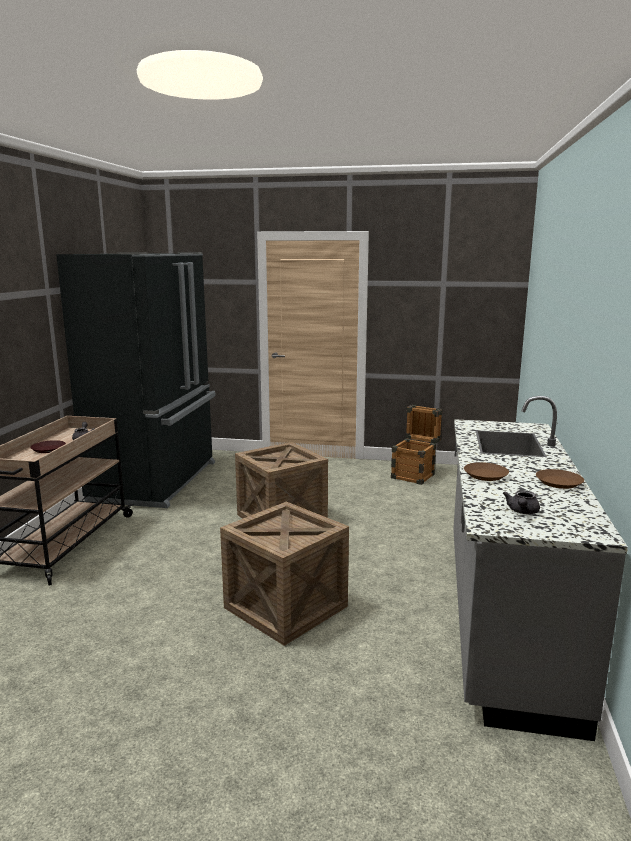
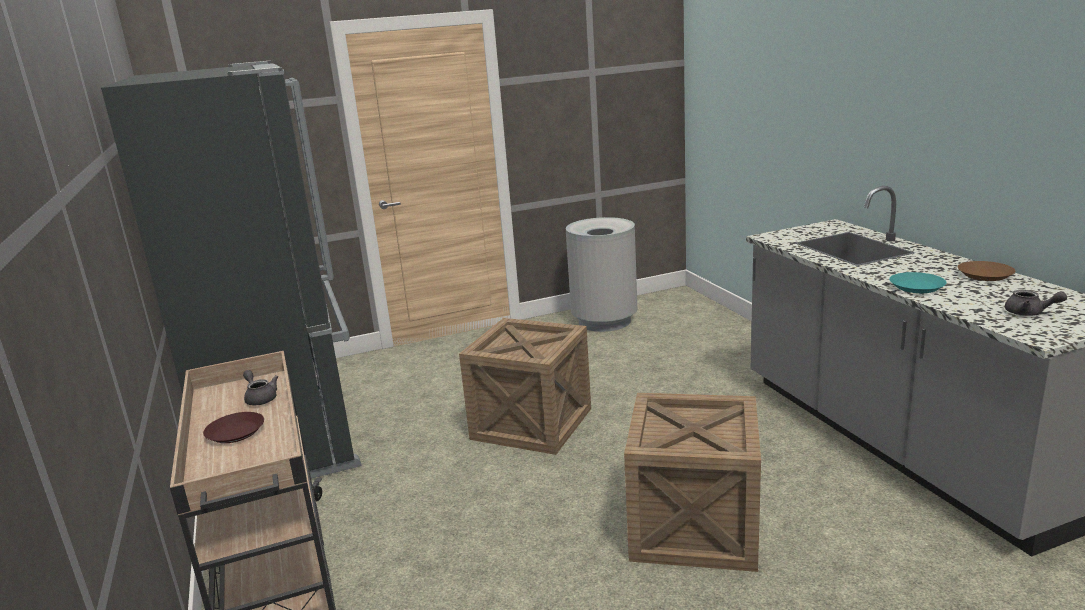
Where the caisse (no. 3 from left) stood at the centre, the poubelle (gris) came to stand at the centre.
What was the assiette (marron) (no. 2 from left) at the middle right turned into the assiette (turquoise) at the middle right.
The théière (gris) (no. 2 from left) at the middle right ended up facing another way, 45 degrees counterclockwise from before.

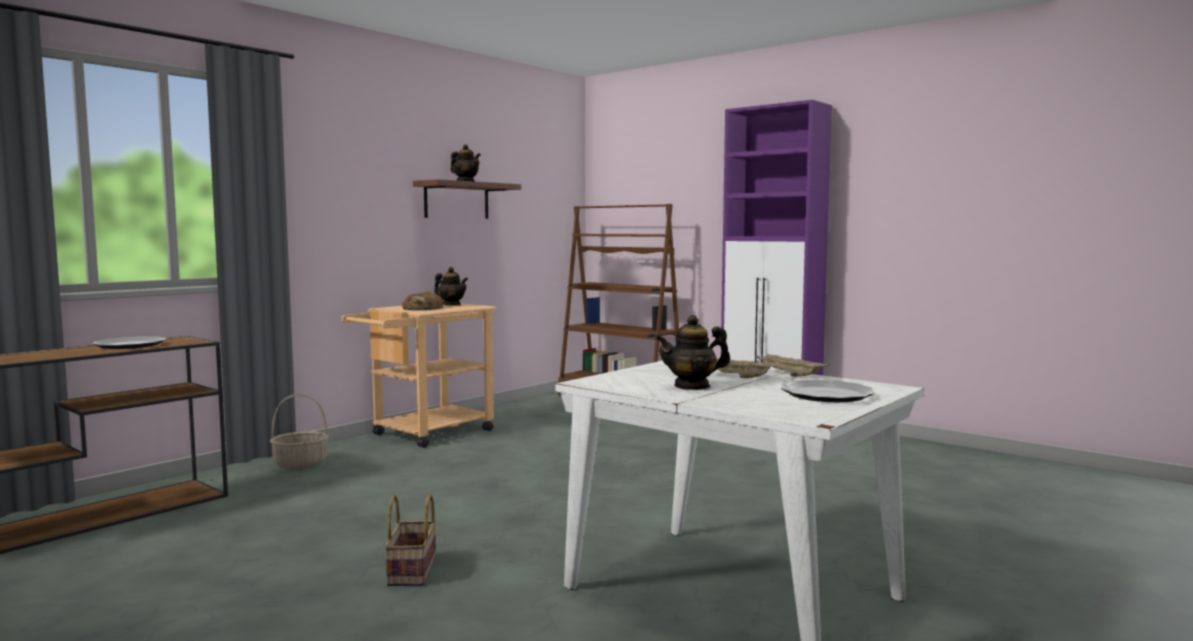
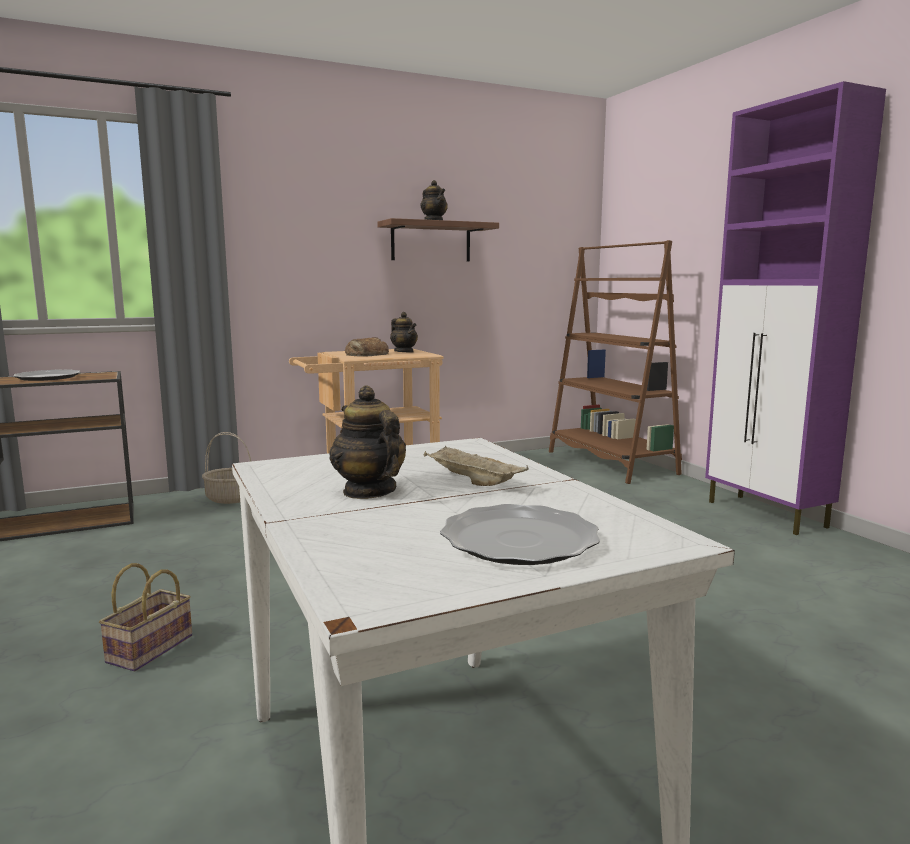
The second view lost the plateau (beige) (no. 2 from left) at the centre.
The théière (no. 3 from left in the first image) at the centre ended up facing another way, 45 degrees clockwise from before.

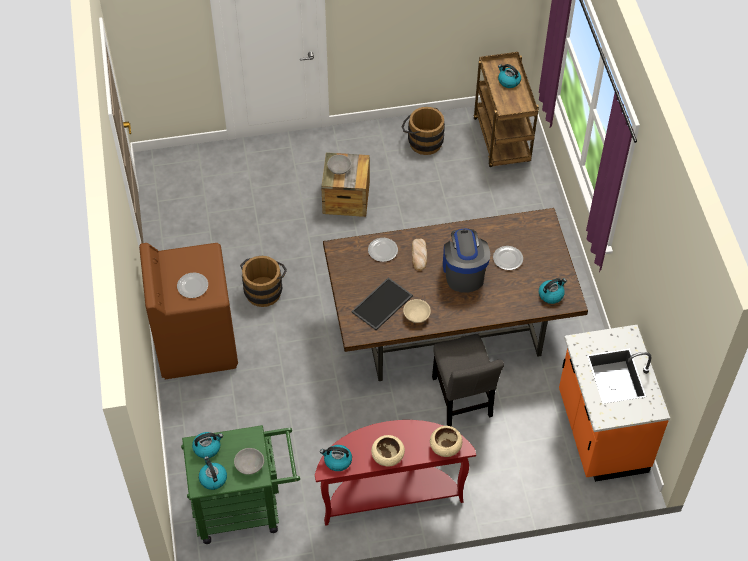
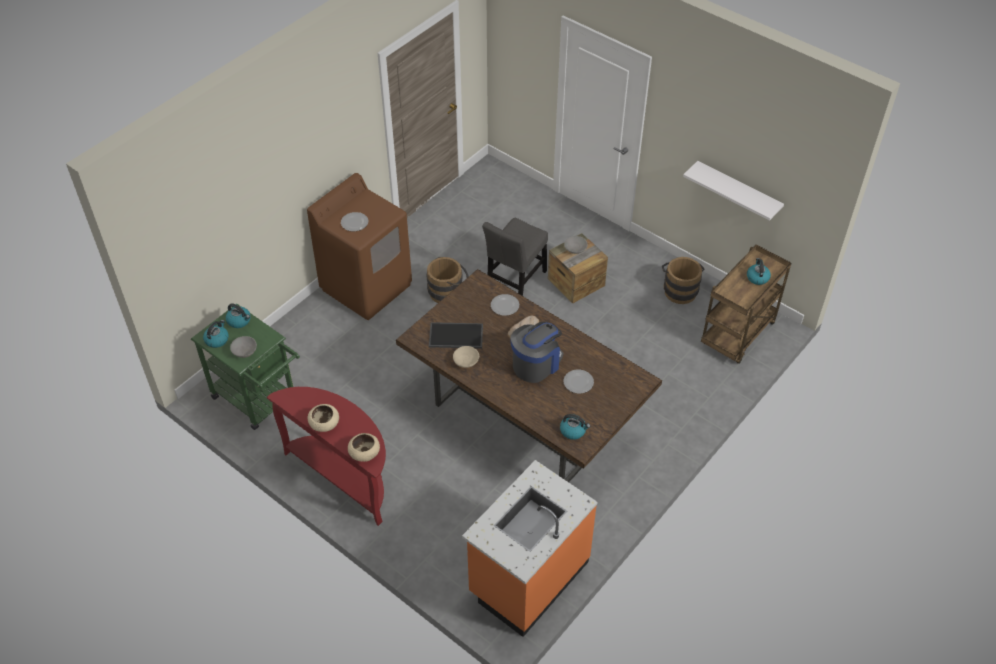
The second view lost the bouilloire (no. 3 from left) at the bottom centre.
The second view gained the étagère (blanc) at the top right.
The chaise (gris) ended up elsewhere, having gone from the bottom centre to the centre.

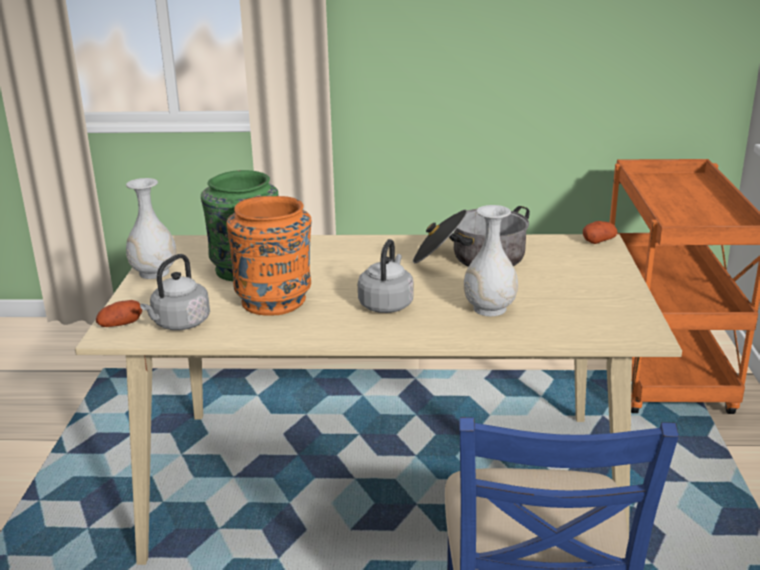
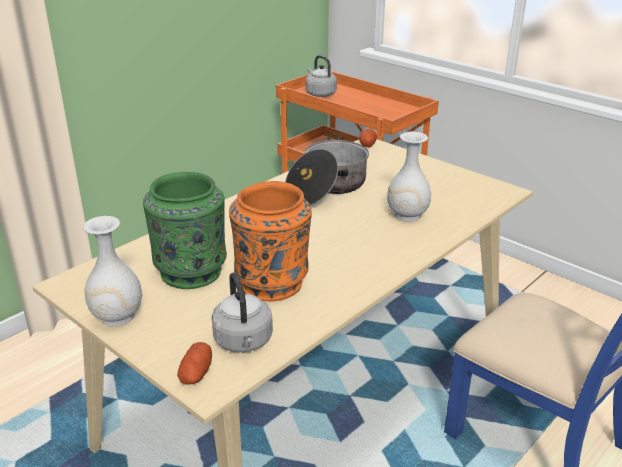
The bouilloire (gris) (no. 2 from left) ended up elsewhere, having gone from the centre to the top centre.

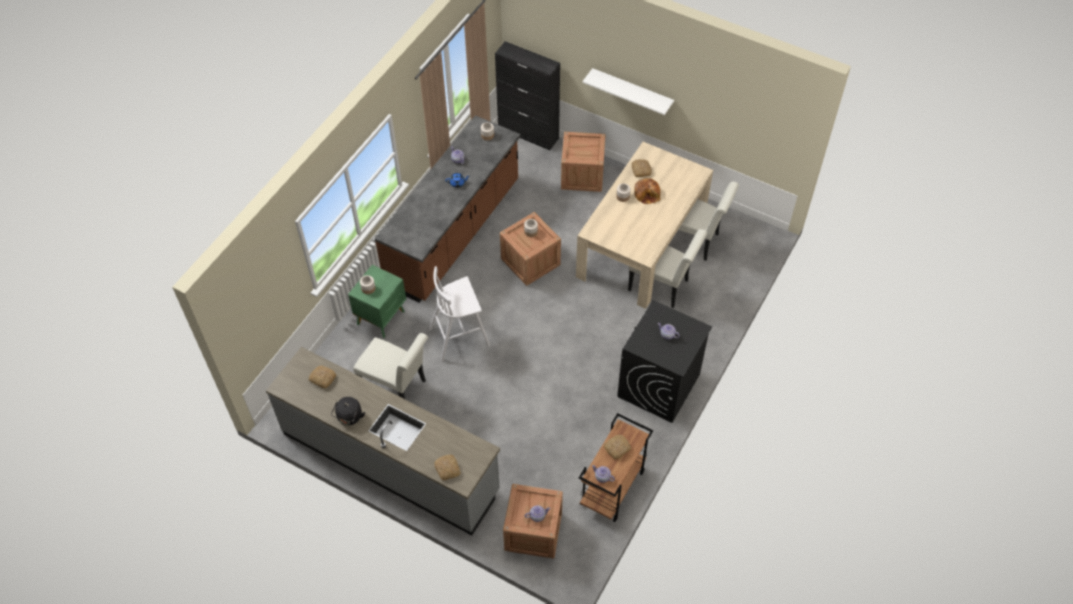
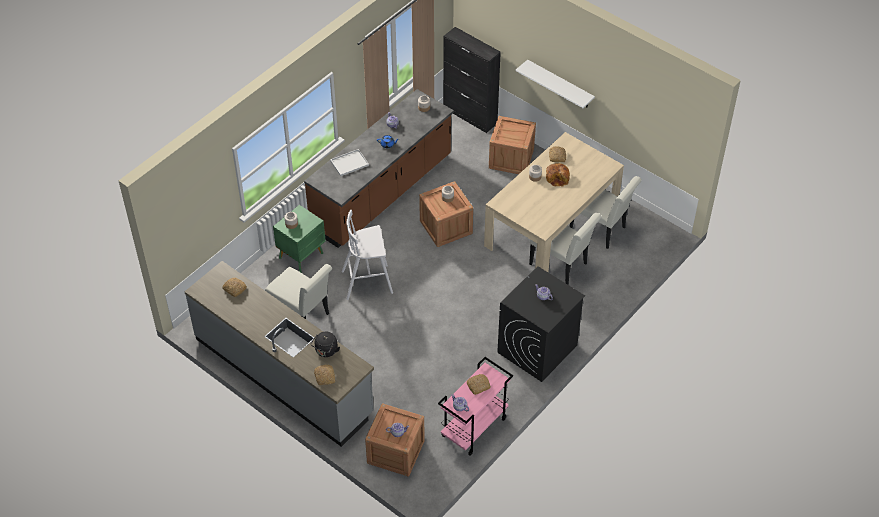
The second view gained the plateau (blanc) at the top centre.
The bouilloire (noir) ended up elsewhere, having gone from the bottom left to the centre.
What was the chariot (marron) at the bottom centre turned into the chariot (rose) at the bottom centre.

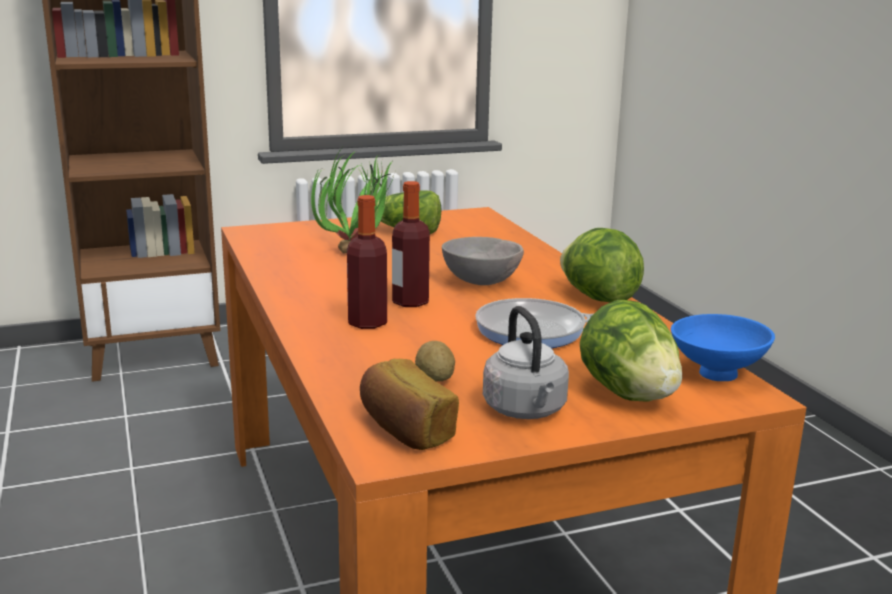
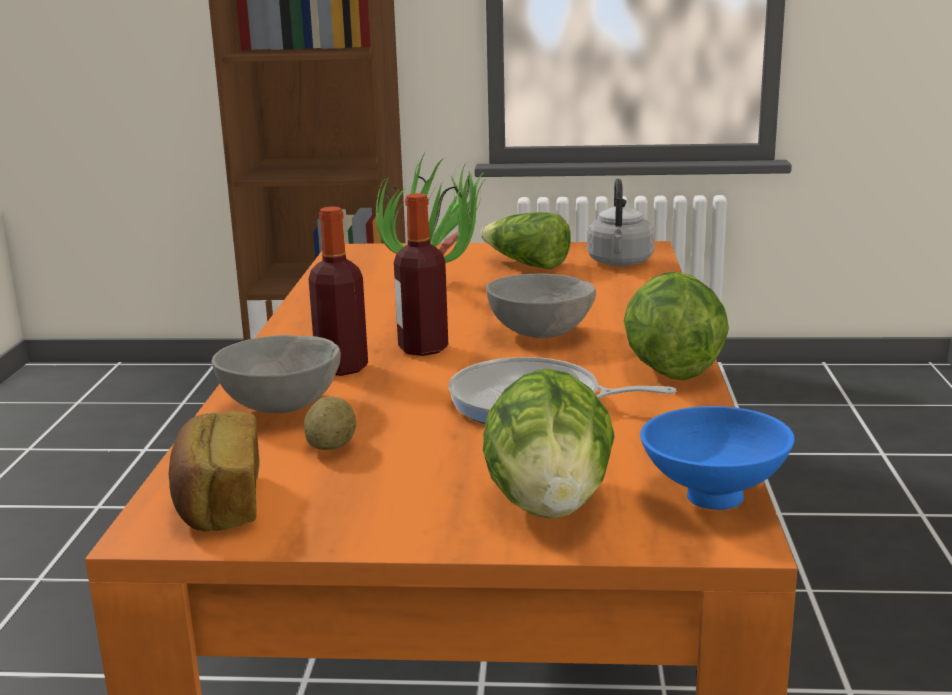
The second view gained the bol (gris) (no. 1 from left) at the middle left.
The bouilloire (gris) ended up elsewhere, having gone from the centre to the top centre.

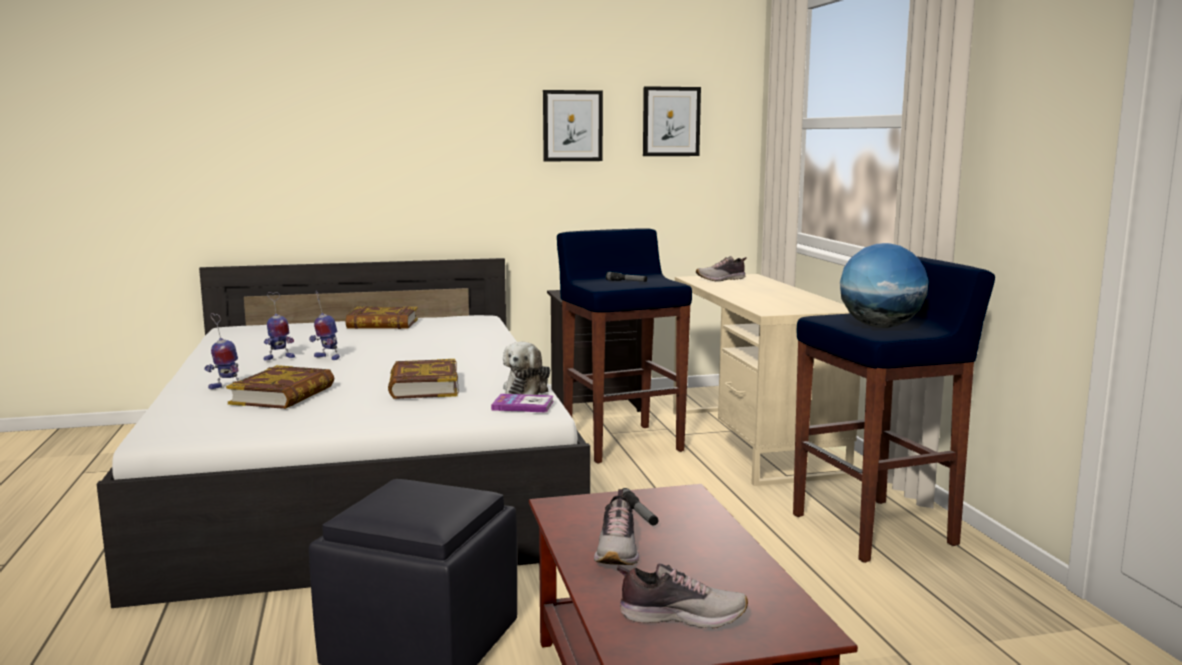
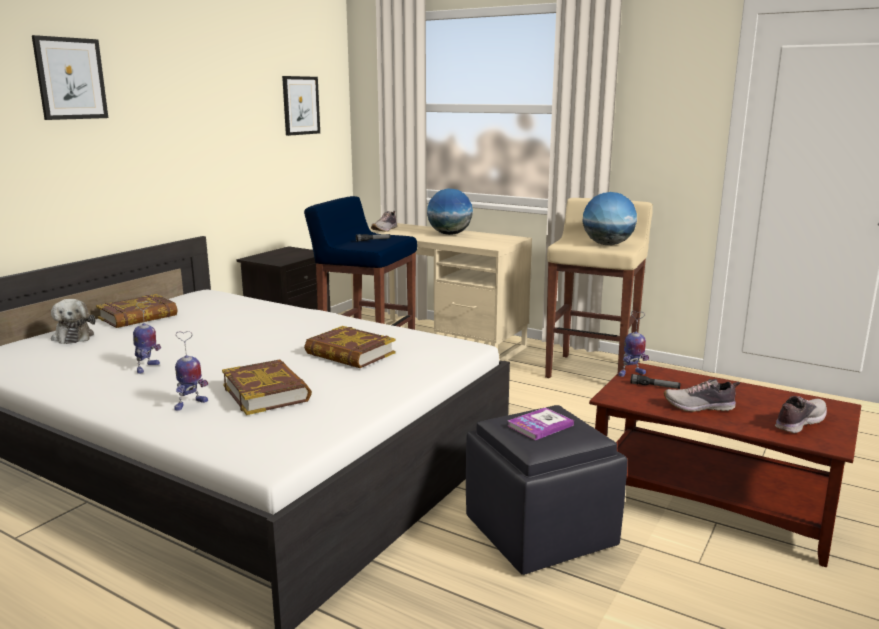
The second view gained the globe (no. 1 from left) at the centre.
The robot jouet (no. 3 from left) ended up elsewhere, having gone from the middle left to the middle right.
The livre (no. 4 from left) ended up elsewhere, having gone from the centre to the bottom centre.
The peluche ended up elsewhere, having gone from the centre to the middle left.
The tableau (no. 1 from left) ended up elsewhere, having gone from the top centre to the top left.
What was the tabouret (bleu) (no. 2 from left) at the middle right turned into the tabouret (beige) at the middle right.
The chaussure (no. 1 from left in the first image) at the bottom centre ended up facing another way, 135 degrees clockwise from before.

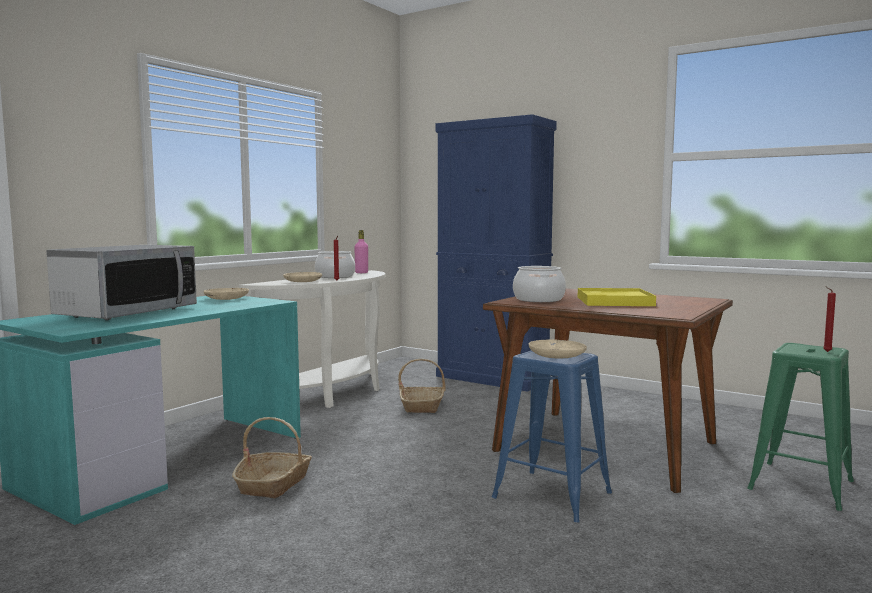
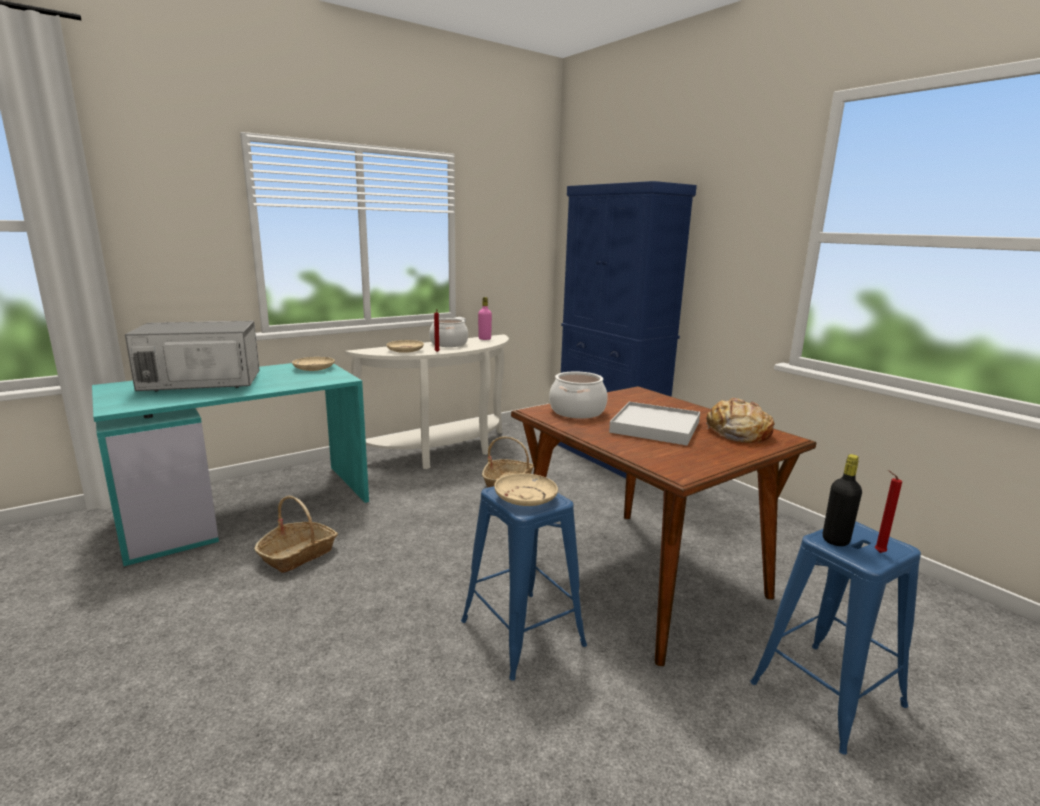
The second view gained the pain at the middle right.
The second view gained the bouteille (noir) at the middle right.
What was the plateau (jaune) at the middle right turned into the plateau (blanc) at the centre.
What was the tabouret (vert) at the bottom right turned into the tabouret (bleu) (no. 2 from left) at the bottom right.
The micro-ondes at the middle left ended up facing another way, 150 degrees counterclockwise from before.

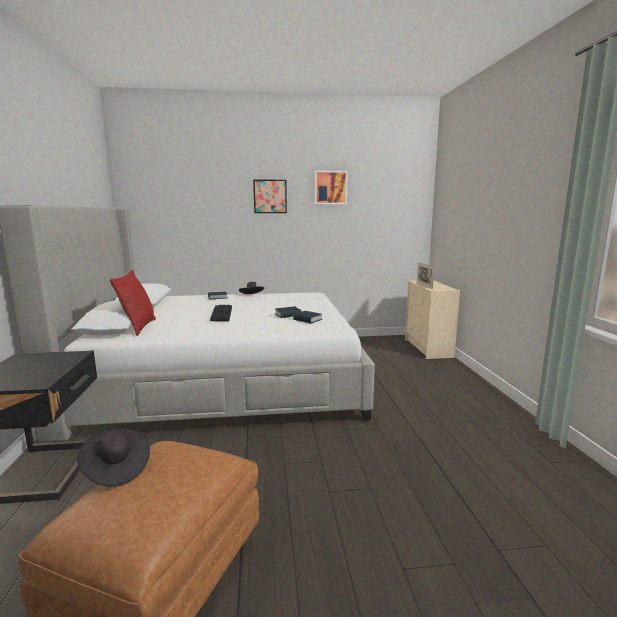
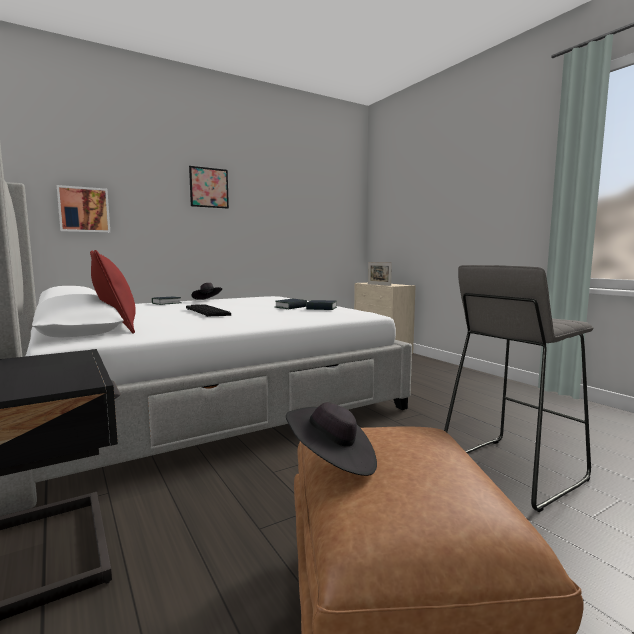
The second view gained the tabouret (gris) at the middle right.
The tableau (no. 2 from left in the first image) ended up elsewhere, having gone from the top centre to the top left.

